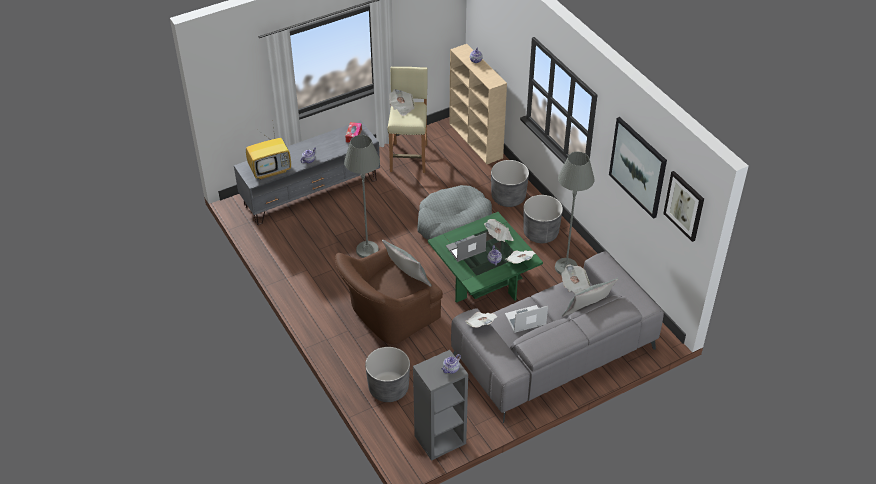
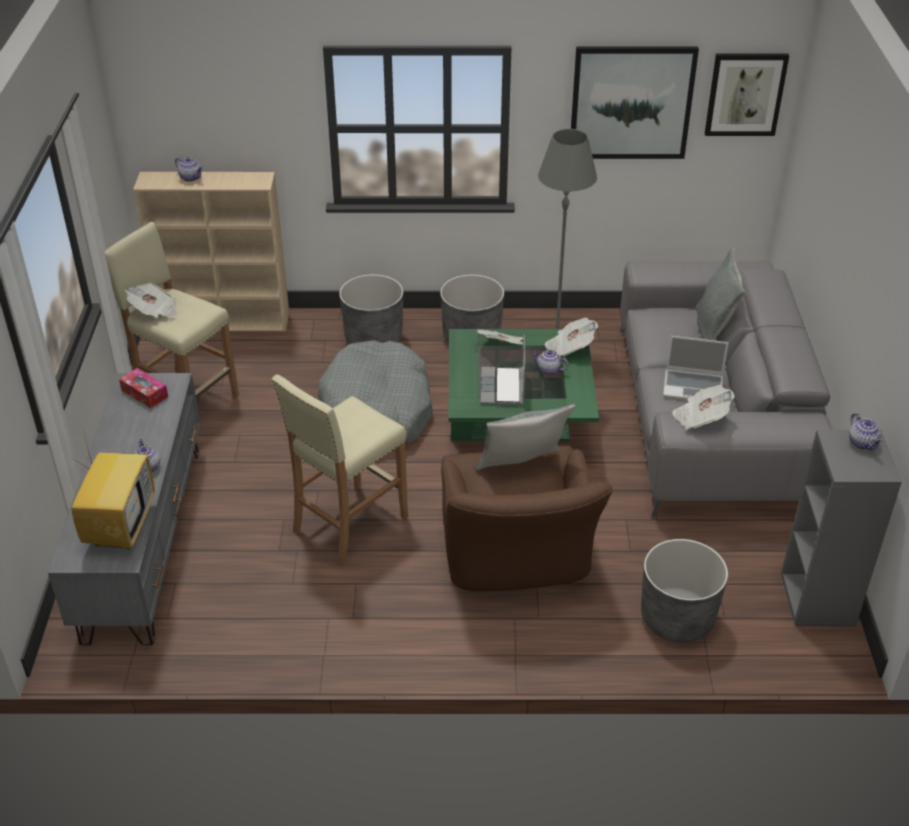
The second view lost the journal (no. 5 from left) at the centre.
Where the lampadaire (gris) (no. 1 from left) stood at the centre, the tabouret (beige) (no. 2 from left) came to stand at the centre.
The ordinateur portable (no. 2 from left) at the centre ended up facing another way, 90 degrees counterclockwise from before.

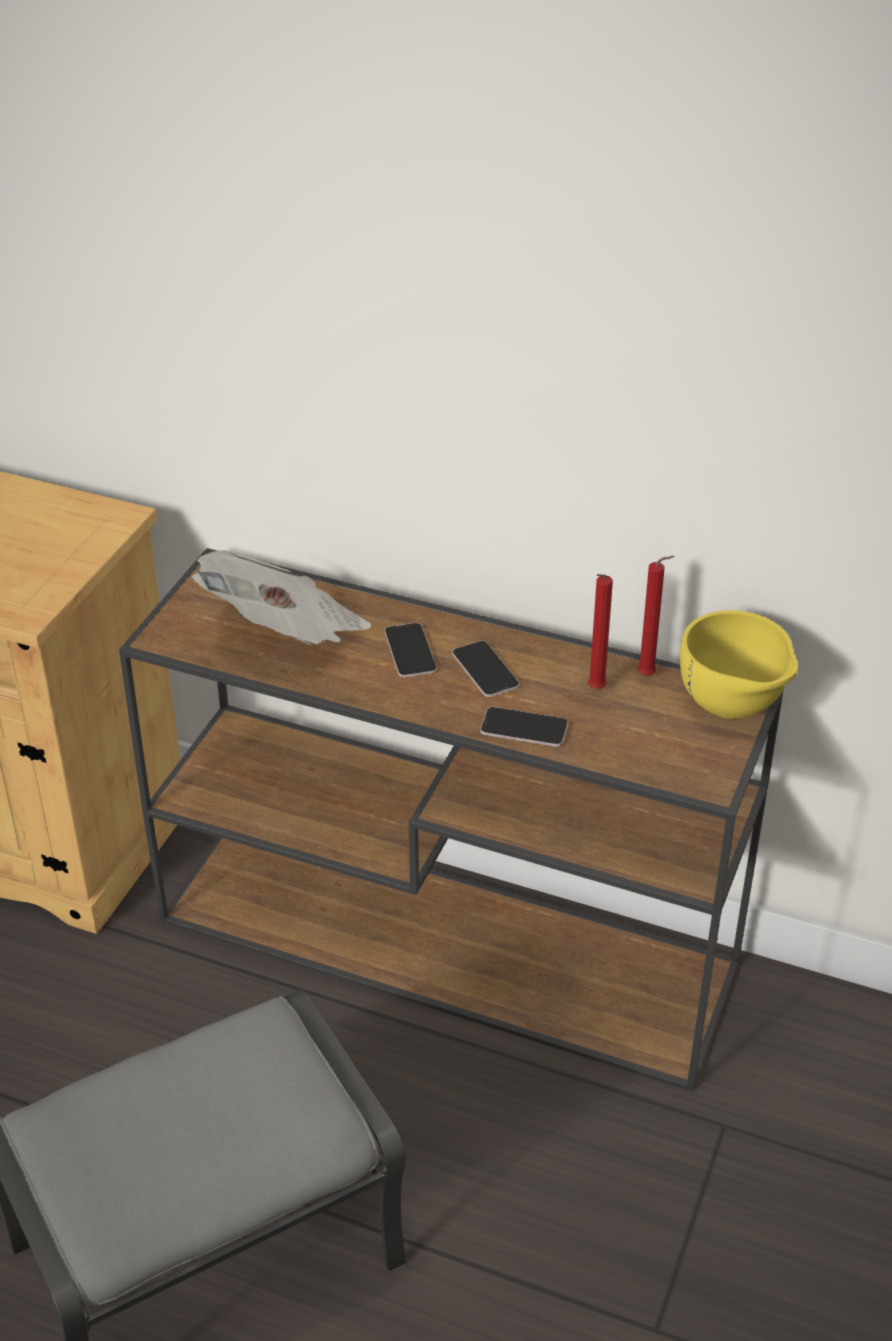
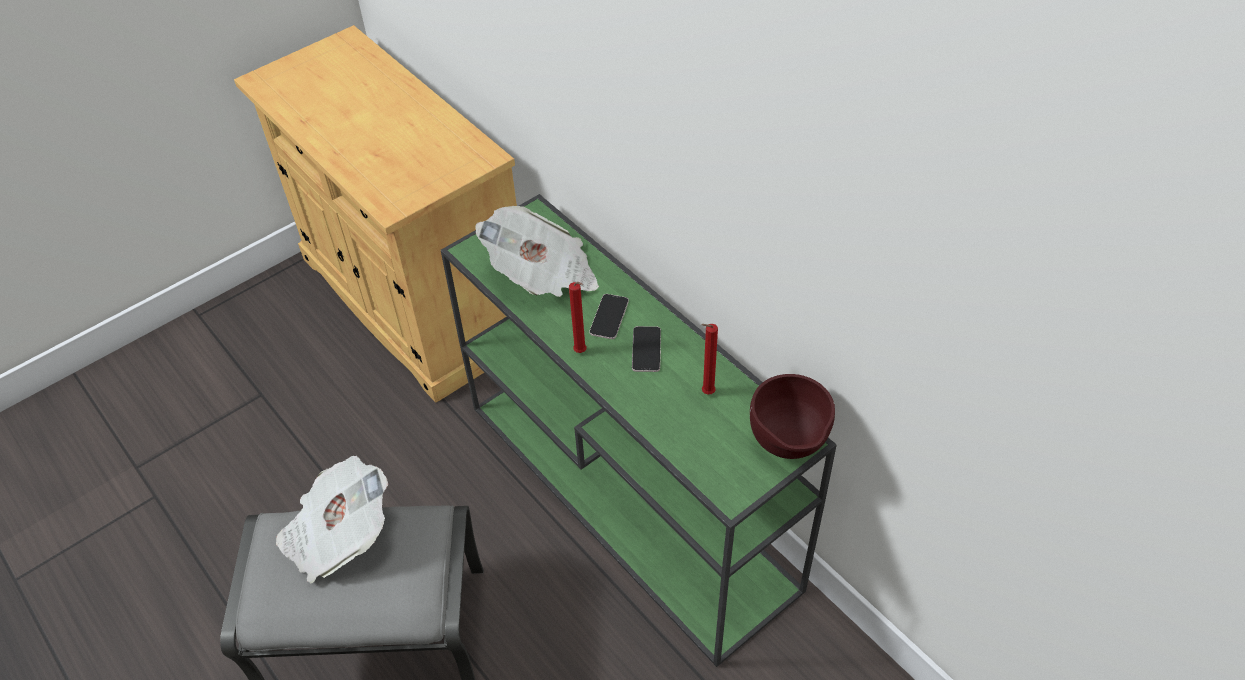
The second view lost the téléphone (no. 3 from left) at the centre.
The second view gained the journal (no. 1 from left) at the bottom left.
The bougie (rouge) (no. 2 from left in the first image) ended up elsewhere, having gone from the middle right to the centre.
What was the table console (marron) at the centre turned into the table console (vert) at the centre.
What was the bol (jaune) at the middle right turned into the bol (marron) at the centre.

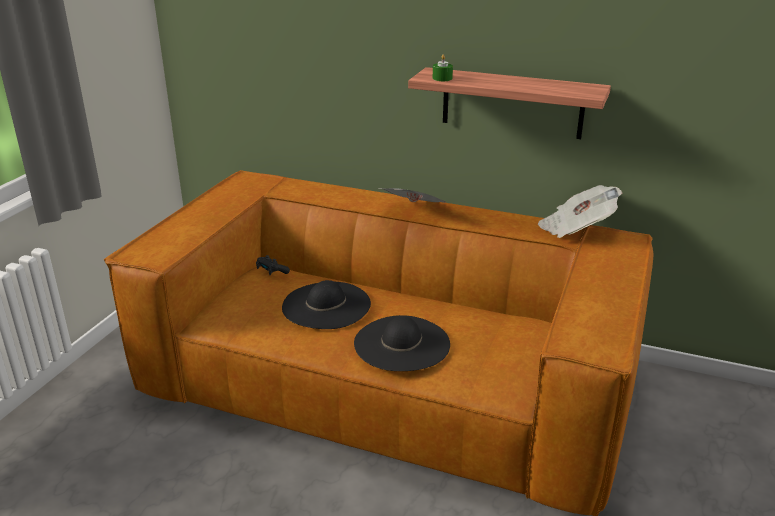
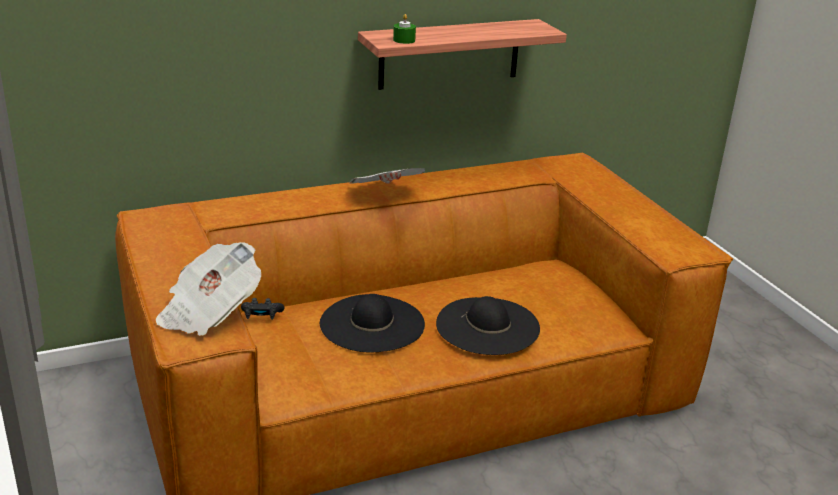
The journal (no. 2 from left in the first image) ended up elsewhere, having gone from the middle right to the middle left.

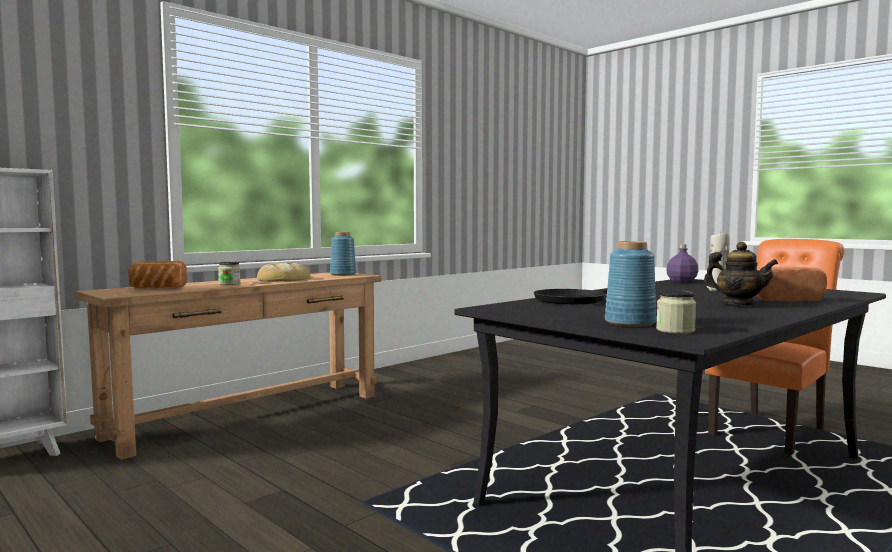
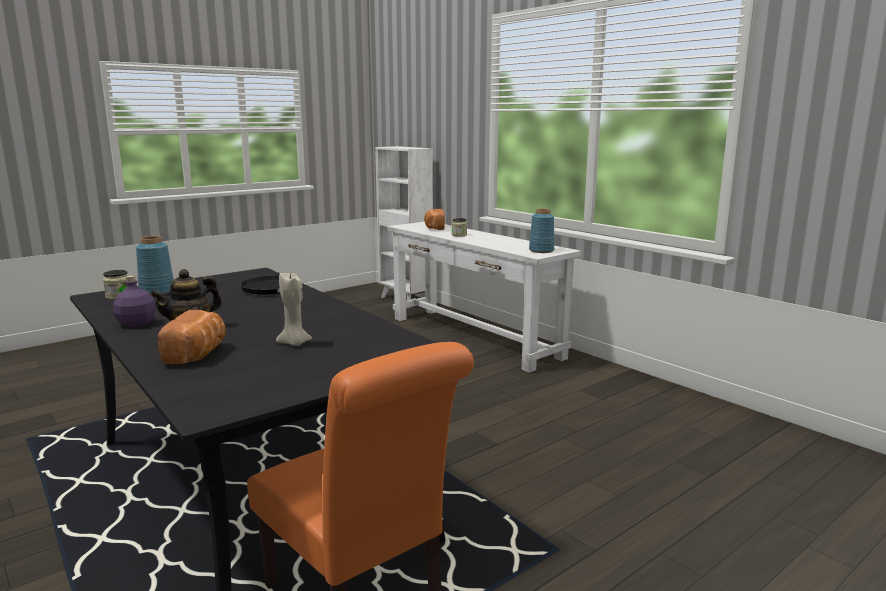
The second view lost the pain (no. 2 from left) at the middle left.
The bouteille (violet) ended up elsewhere, having gone from the middle right to the middle left.
What was the table console (marron) at the middle left turned into the table console (blanc) at the centre.

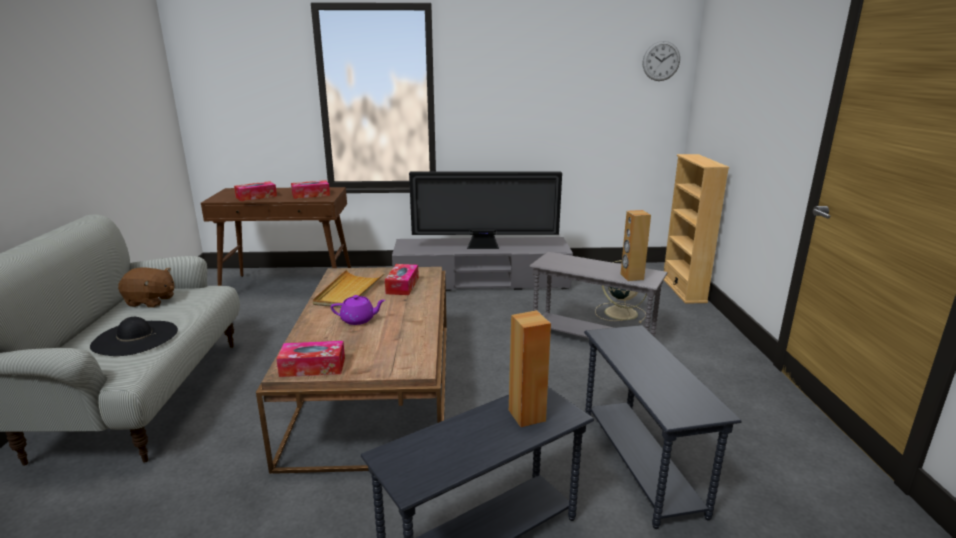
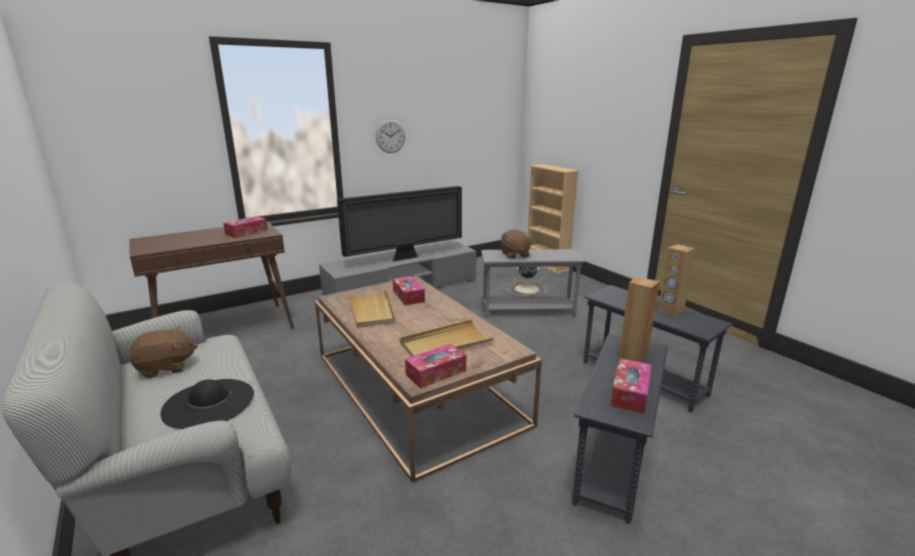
The second view lost the théière (violet) at the centre.
The second view gained the plateau (beige) (no. 2 from left) at the centre.
The second view gained the peluche (marron) (no. 2 from left) at the centre.
The boîte à mouchoirs (no. 1 from left in the first image) ended up elsewhere, having gone from the middle left to the bottom right.
The enceinte (marron) (no. 2 from left) ended up elsewhere, having gone from the centre to the middle right.
The horloge murale ended up elsewhere, having gone from the top right to the top centre.

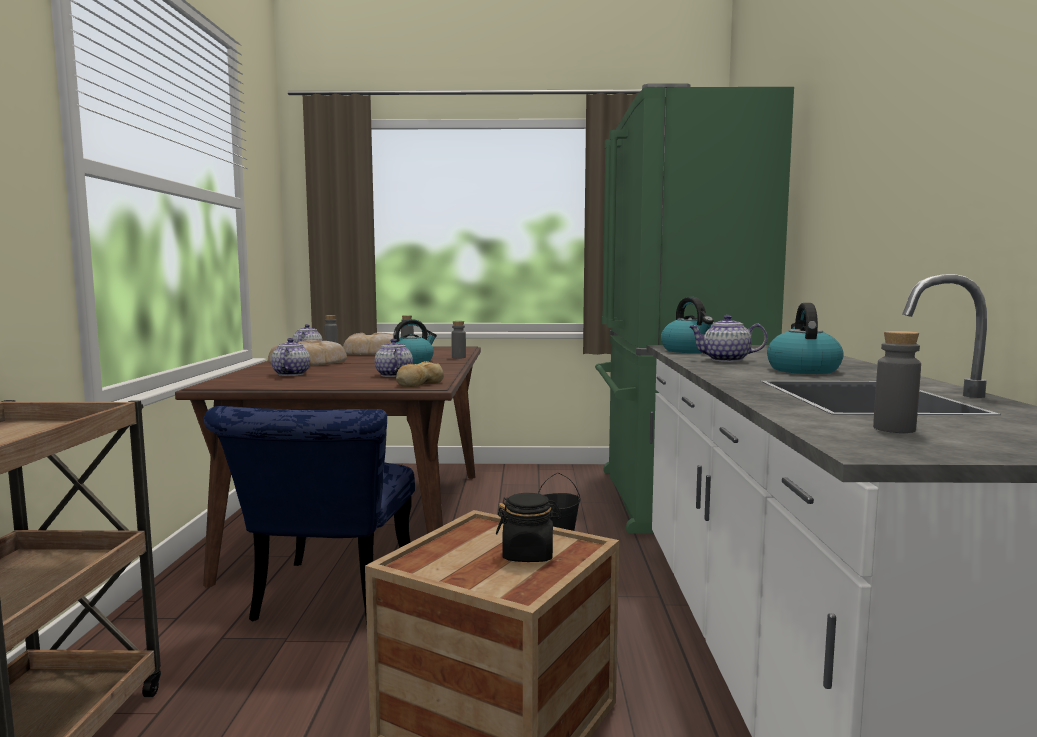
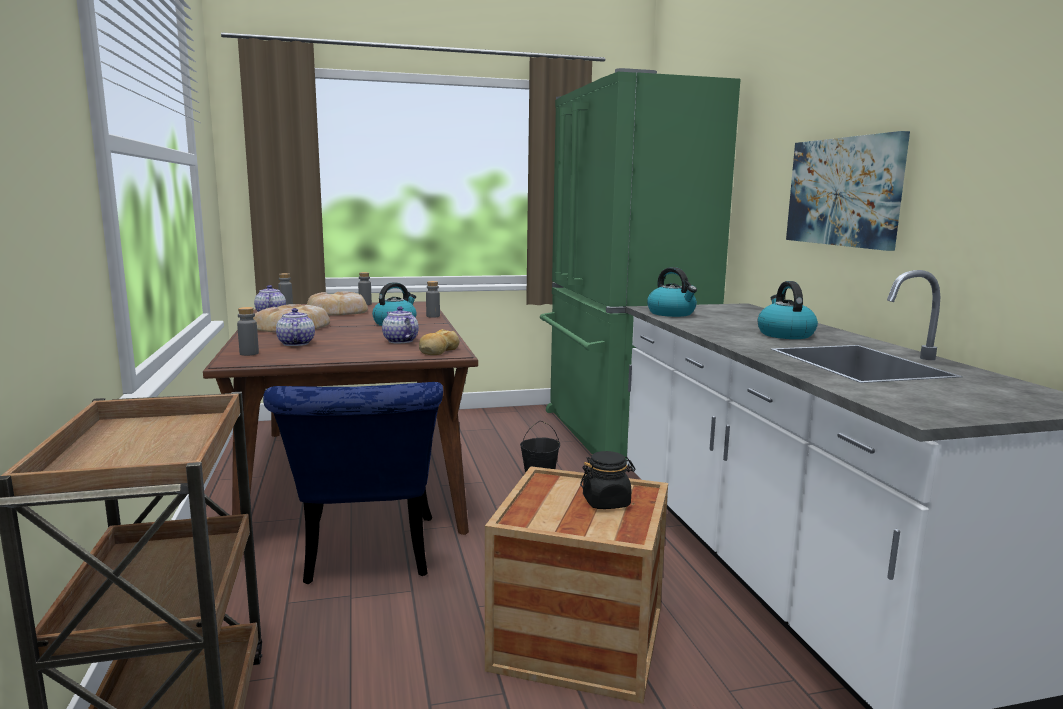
The second view lost the théière (no. 4 from left) at the middle right.
The second view gained the tableau at the top right.
The bouteille (gris) (no. 4 from left in the first image) ended up elsewhere, having gone from the middle right to the middle left.

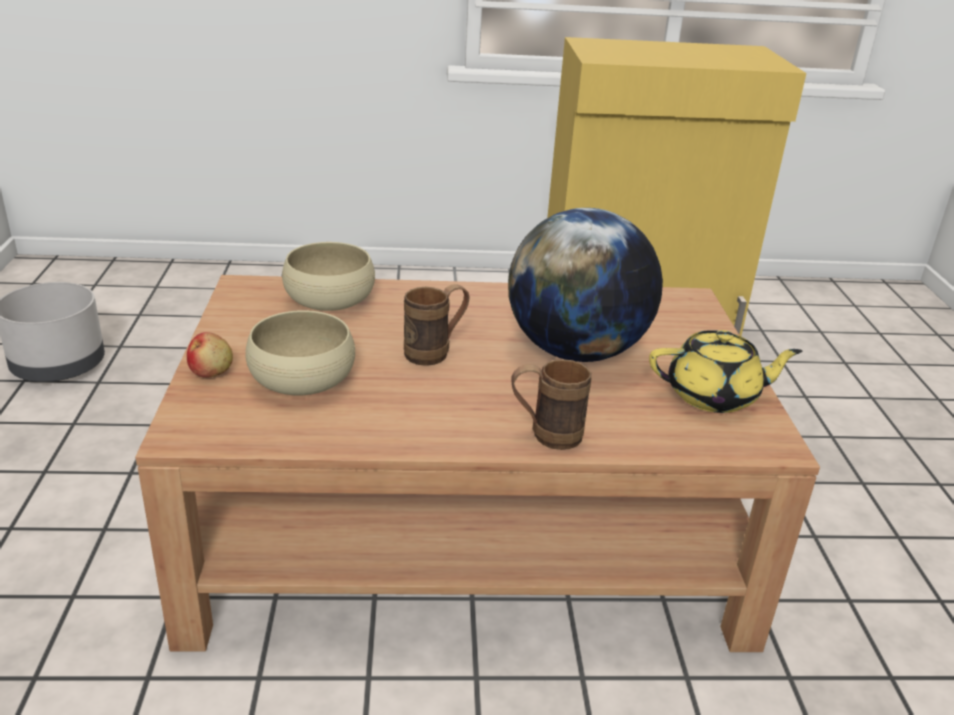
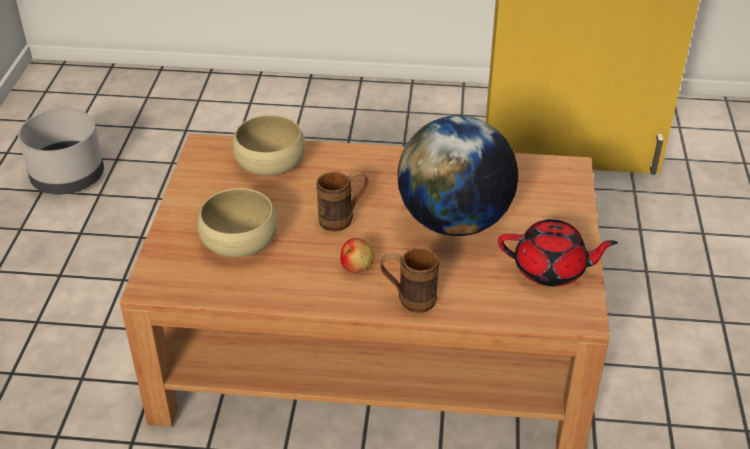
The pomme ended up elsewhere, having gone from the middle left to the centre.
What was the théière (jaune) at the middle right turned into the théière (rouge) at the middle right.

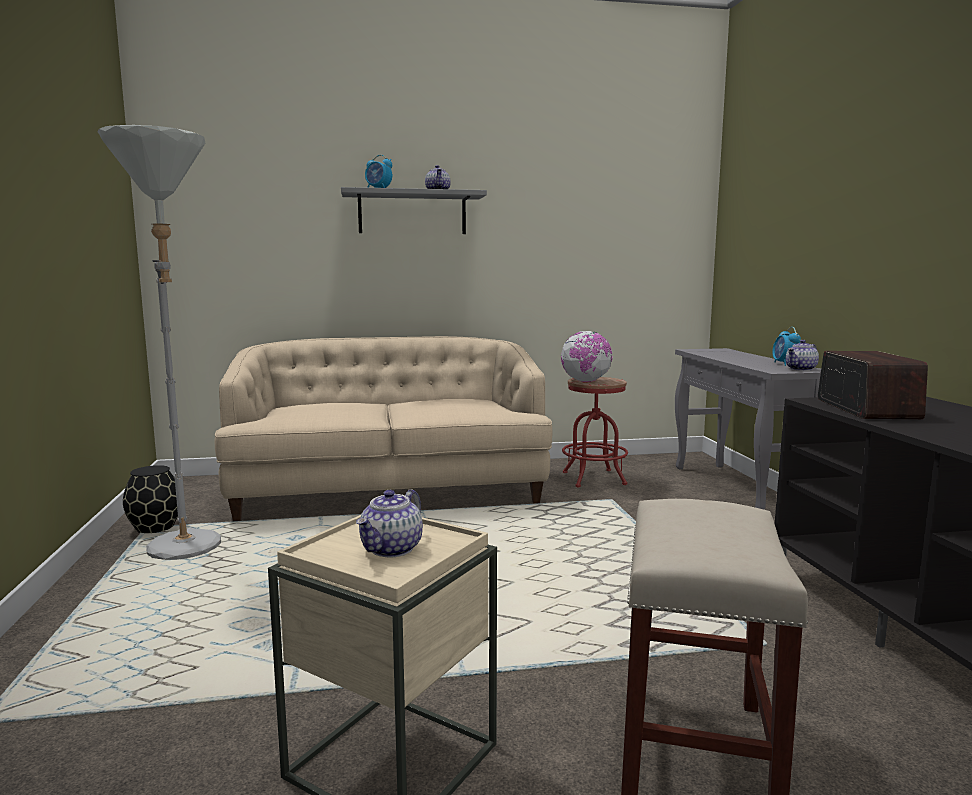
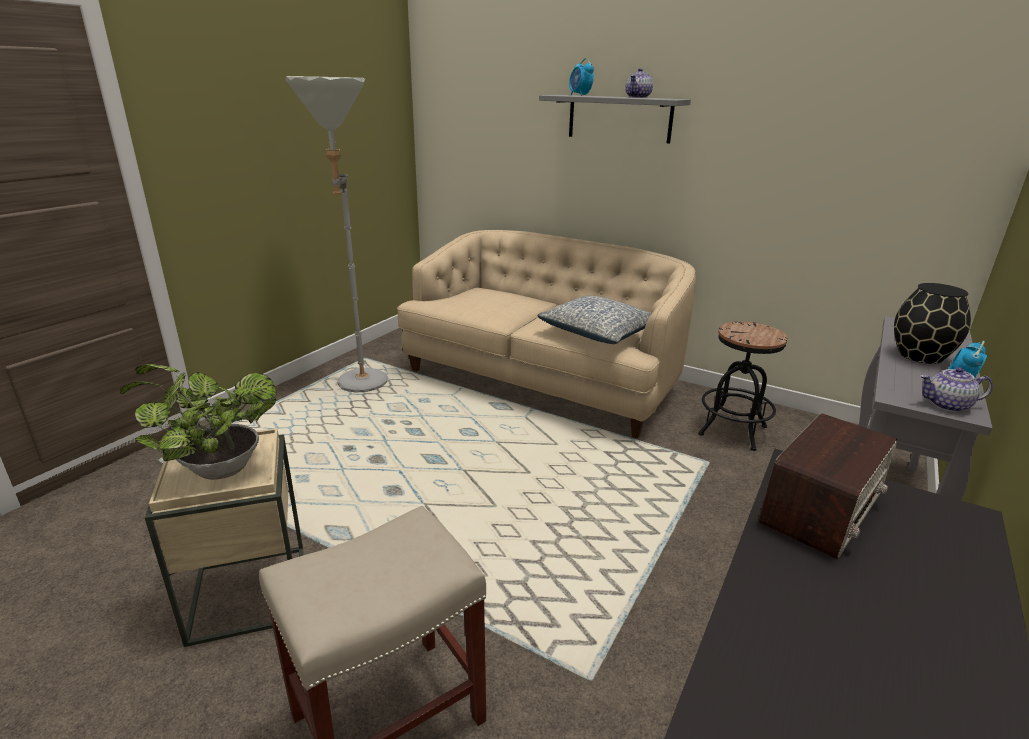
The second view lost the globe at the centre.
The second view gained the coussin at the centre.
The vase (noir) ended up elsewhere, having gone from the middle left to the middle right.
Where the théière (no. 1 from left) stood at the centre, the plante en pot came to stand at the middle left.
What was the tabouret (rouge) at the centre turned into the tabouret (noir) at the middle right.

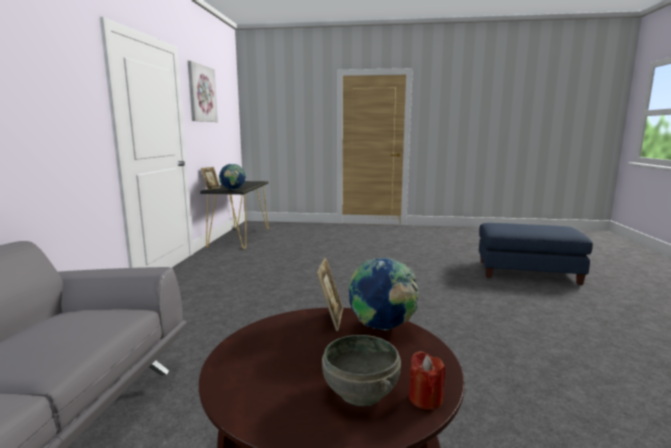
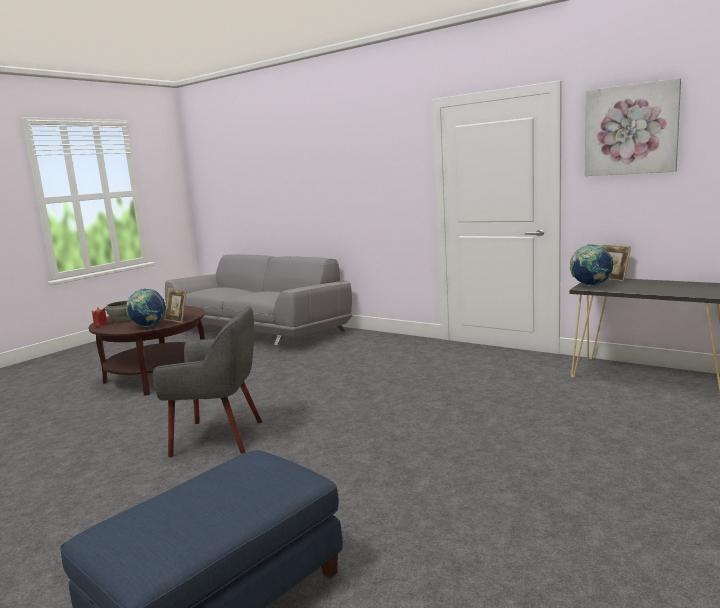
The second view gained the fauteuil (gris) at the middle left.

